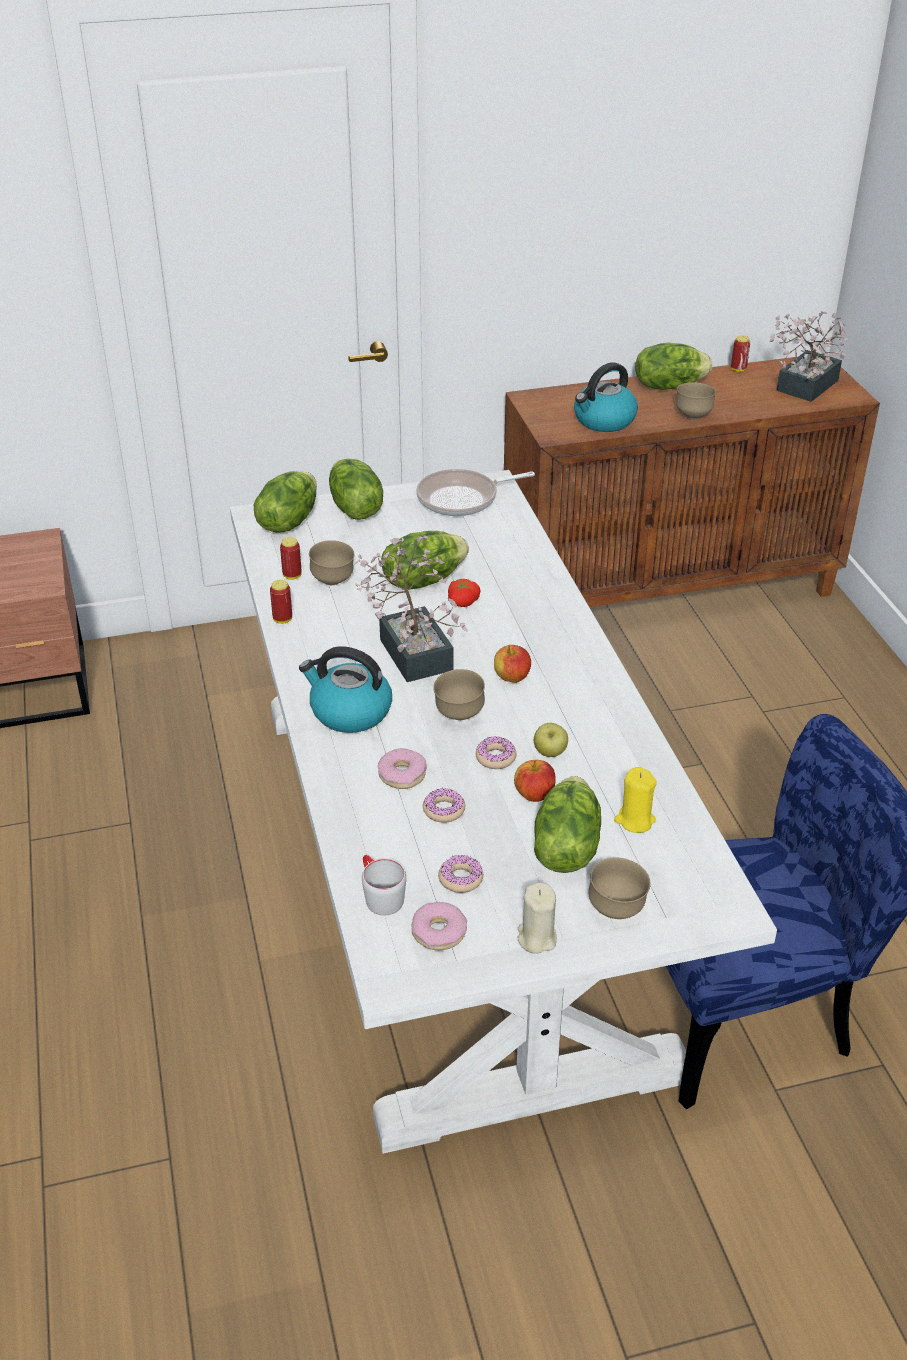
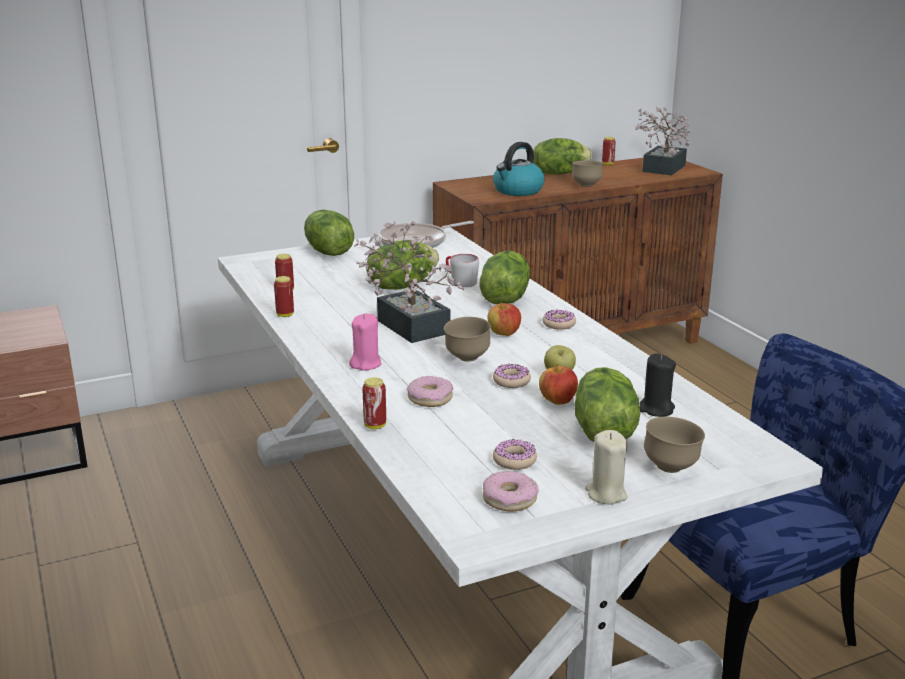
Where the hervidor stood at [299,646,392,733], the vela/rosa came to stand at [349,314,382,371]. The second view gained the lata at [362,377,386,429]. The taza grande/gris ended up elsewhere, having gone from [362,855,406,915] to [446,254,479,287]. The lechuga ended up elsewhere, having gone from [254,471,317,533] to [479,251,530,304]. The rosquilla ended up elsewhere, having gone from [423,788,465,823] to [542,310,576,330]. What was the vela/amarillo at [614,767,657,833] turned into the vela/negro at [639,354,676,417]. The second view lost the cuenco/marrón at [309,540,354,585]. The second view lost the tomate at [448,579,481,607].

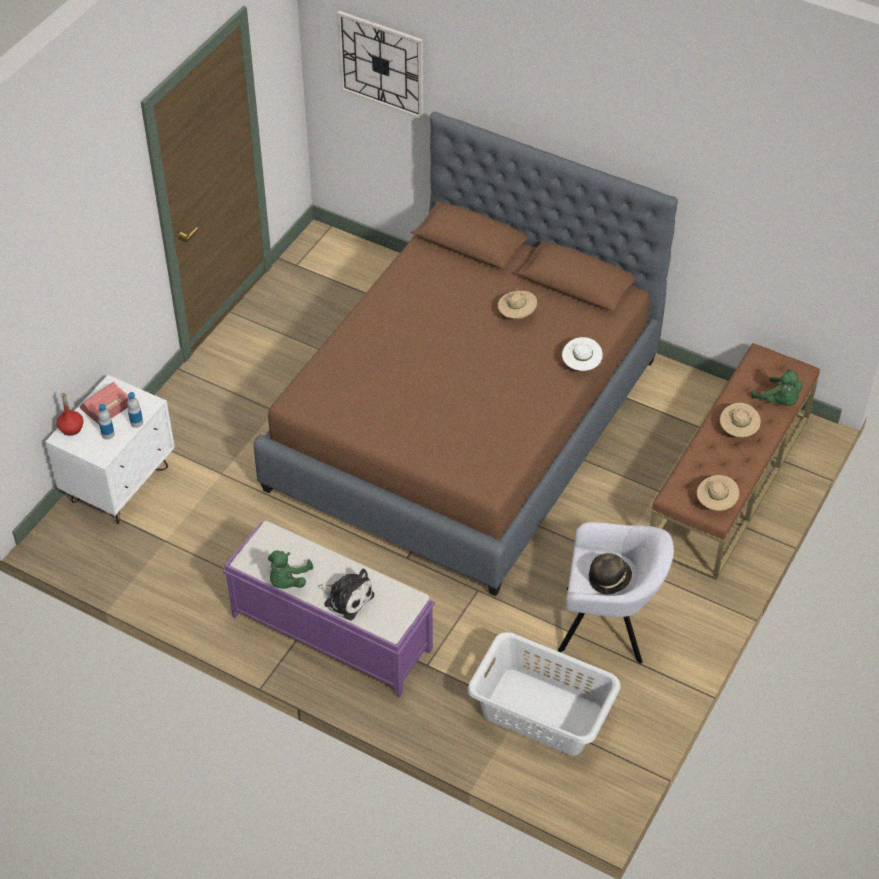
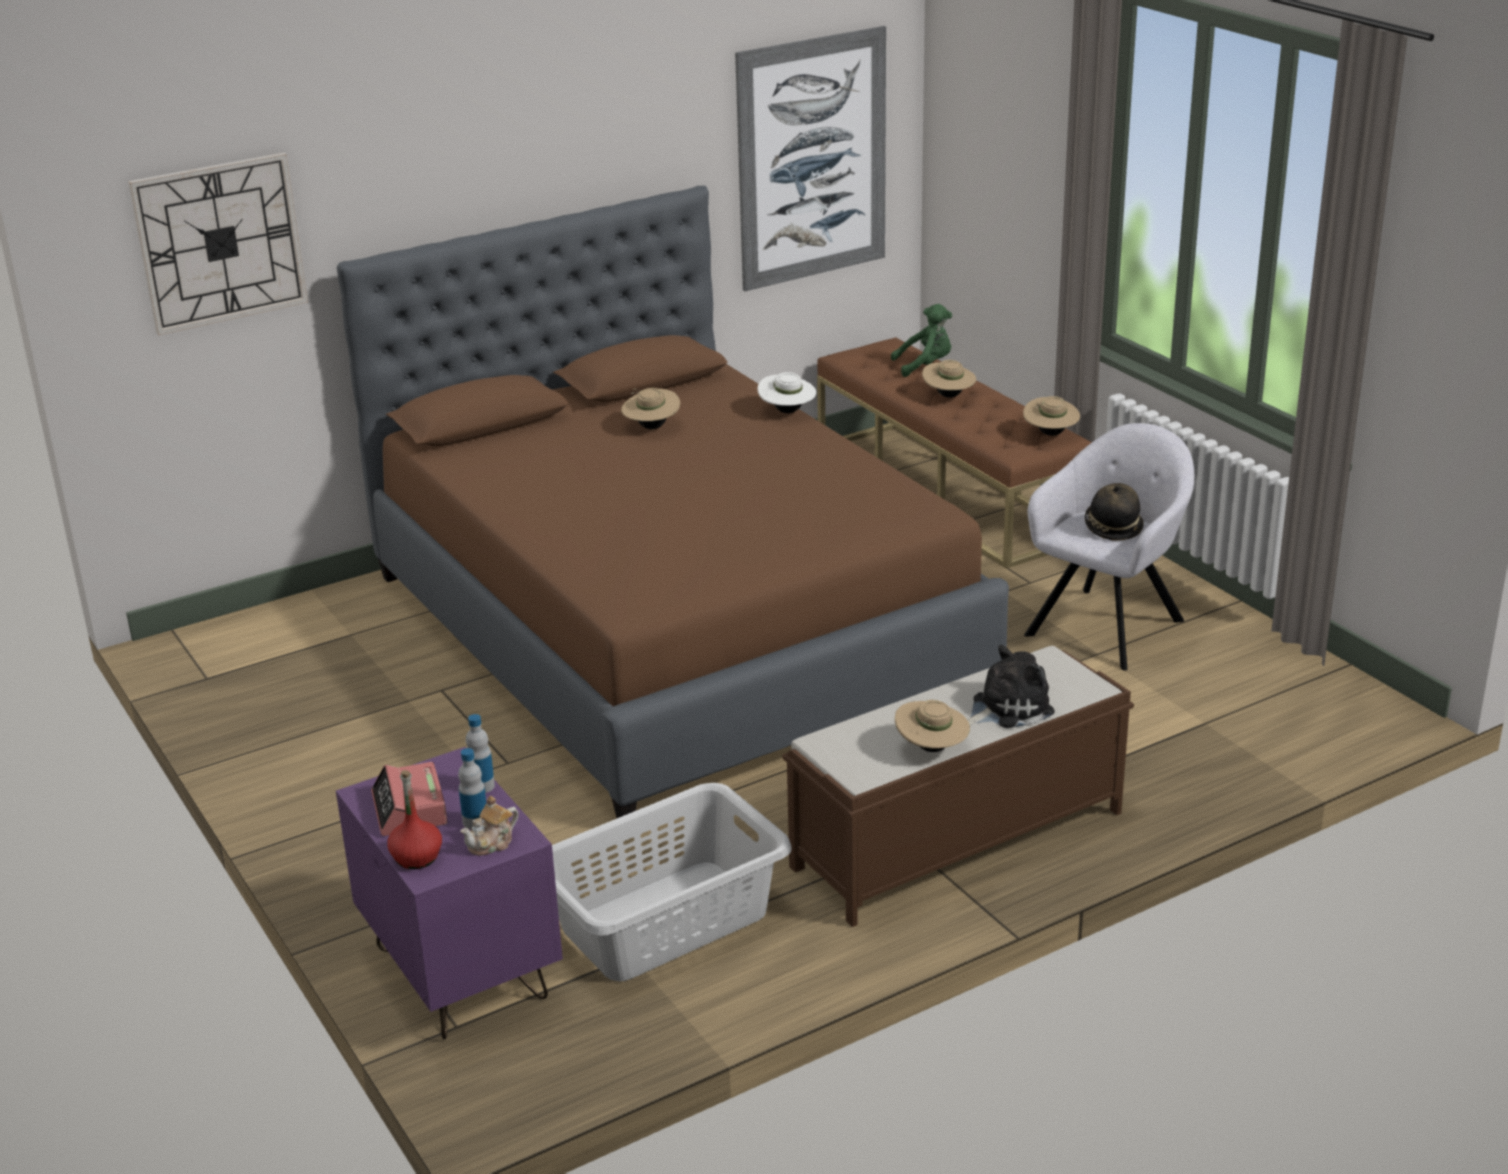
What was the mesita de noche/blanco at [45,375,175,524] turned into the mesita de noche/morado at [336,747,563,1040]. The second view gained the tetera at [460,796,519,856]. The cesto de la ropa/gris ended up elsewhere, having gone from [468,632,621,756] to [552,783,792,981]. The second view gained the cuadro at [735,26,886,291]. What was the banco/morado at [223,521,435,698] turned into the banco/marrón at [782,646,1134,927]. Where the peluche/verde stood at [268,551,313,589], the sombrero/beis came to stand at [895,700,970,752].

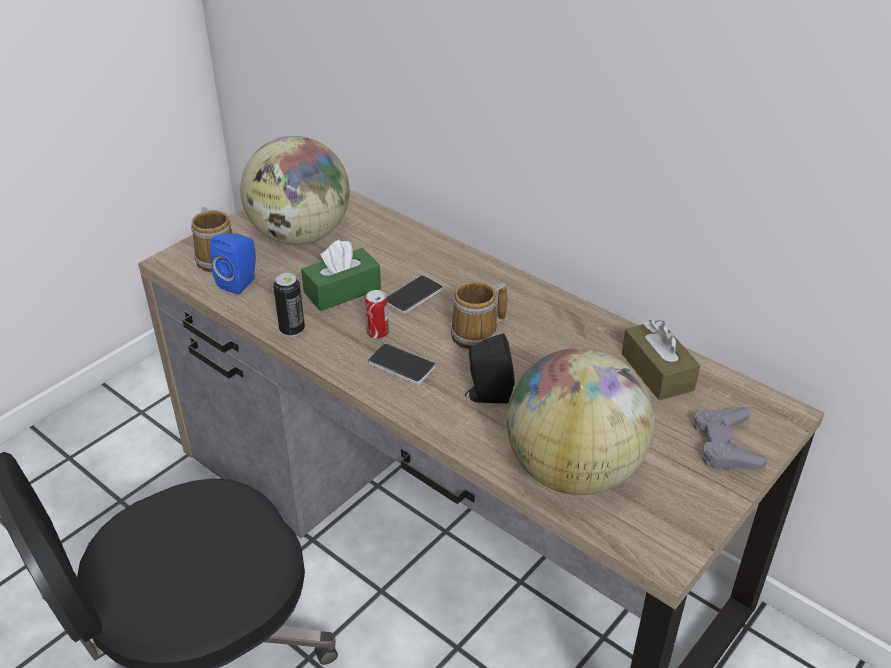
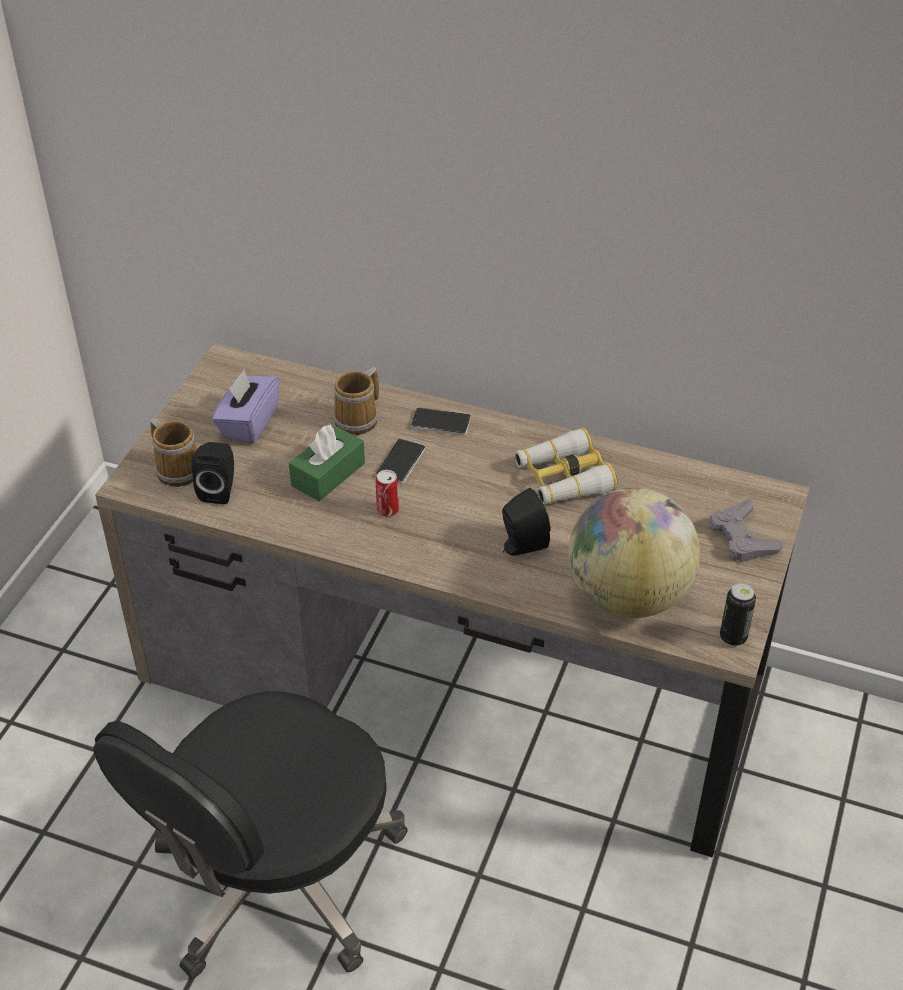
What was the altavoz/azul at [210,233,256,295] turned into the altavoz/negro at [191,442,234,504]. Where the globo terráqueo stood at [240,136,350,245], the caja de pañuelos/morado came to stand at [212,370,280,444]. The taza grande ended up elsewhere, having gone from [451,281,507,349] to [333,367,379,435]. The móvil ended up elsewhere, having gone from [368,344,436,384] to [411,408,471,436]. The second view gained the prismáticos at [515,427,617,505]. The lata ended up elsewhere, having gone from [273,273,305,337] to [720,583,756,646]. The second view lost the caja de pañuelos/marrón at [622,320,700,400].

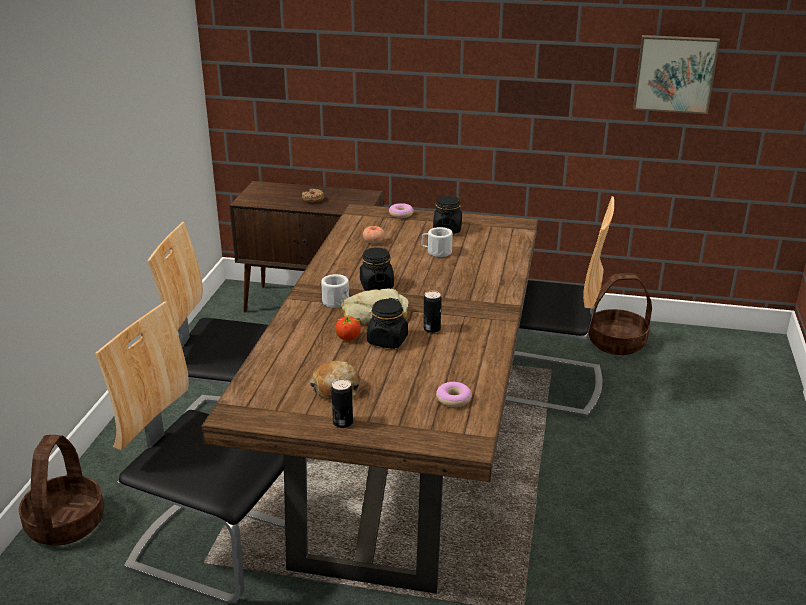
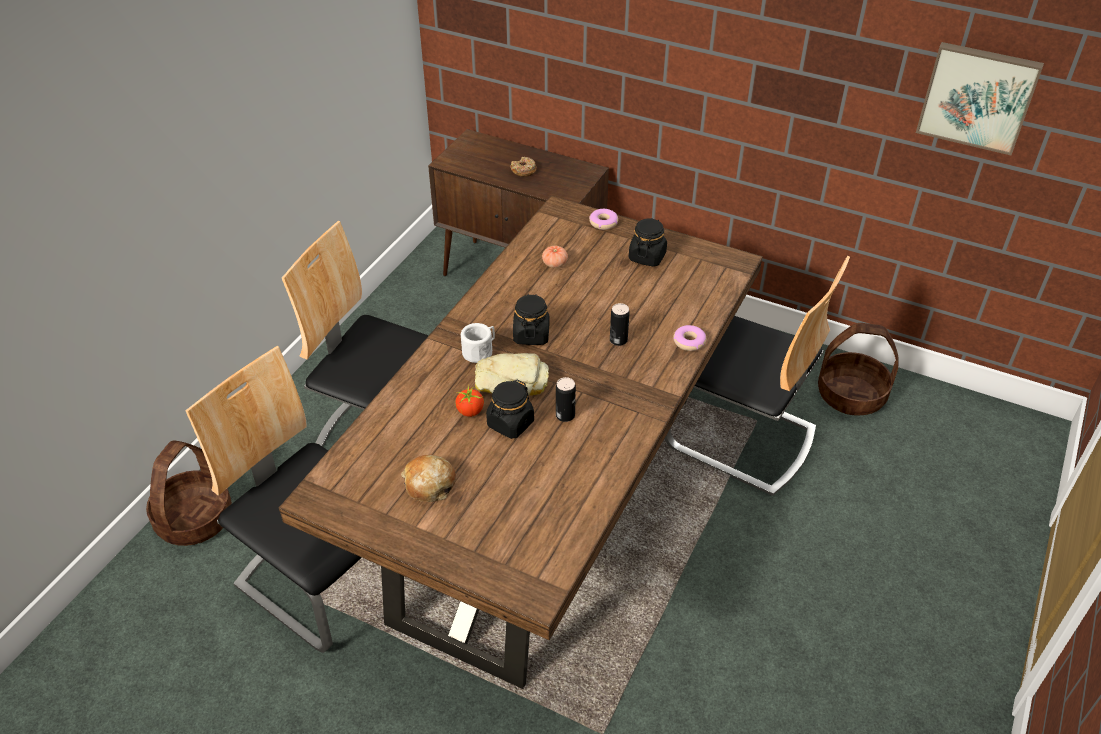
The lata ended up elsewhere, having gone from [331,379,353,428] to [610,303,630,346]. The rosquilla ended up elsewhere, having gone from [436,382,472,407] to [673,325,706,351]. The second view lost the taza grande/blanco at [422,227,453,257].

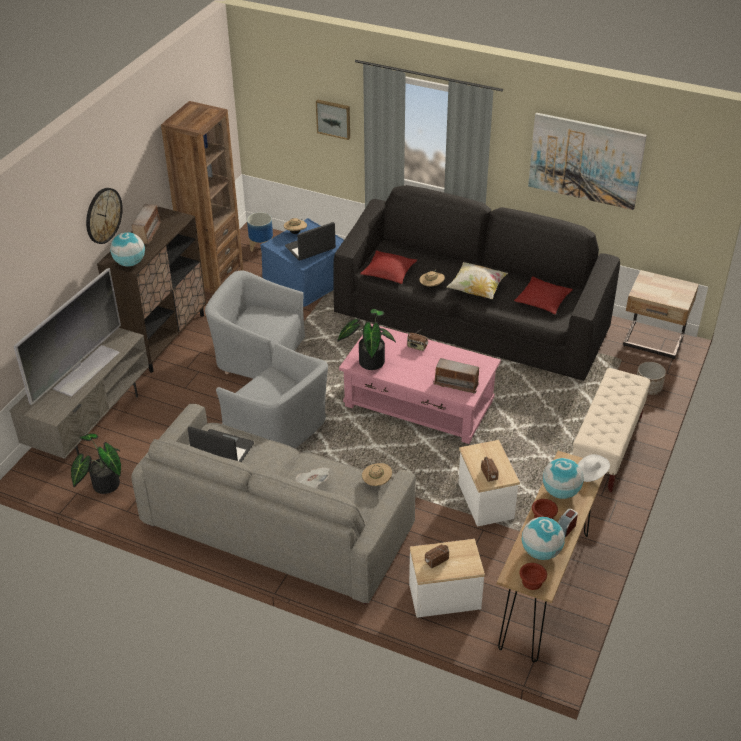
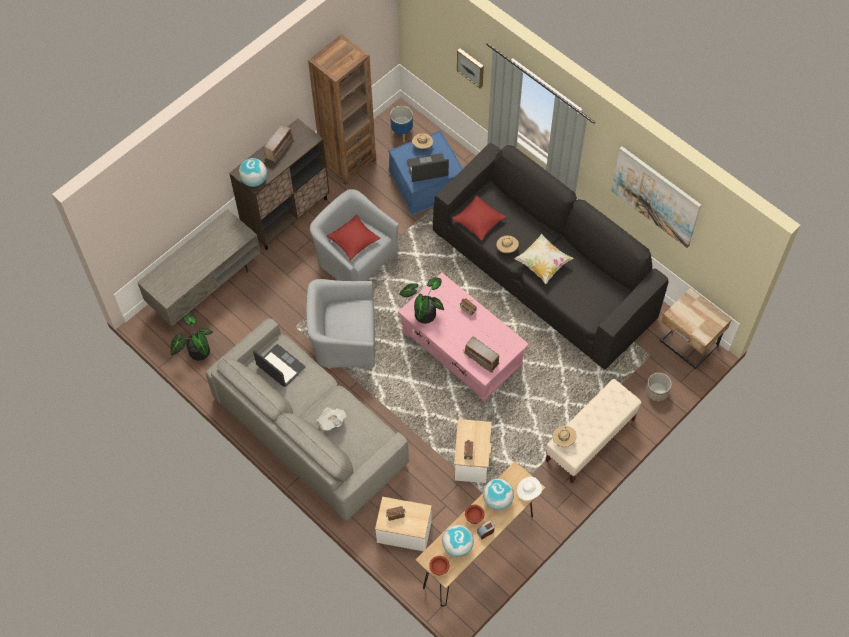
The sillón/gris at [216,343,328,448] ended up facing another way, 120 degrees clockwise from before. The cojín/rojo ended up elsewhere, having gone from [514,276,573,315] to [327,214,381,260]. The sombrero/beis ended up elsewhere, having gone from [362,462,392,486] to [552,426,576,447]. The second view lost the televisor at [14,268,121,406]. The second view lost the reloj de pared at [86,188,123,244].

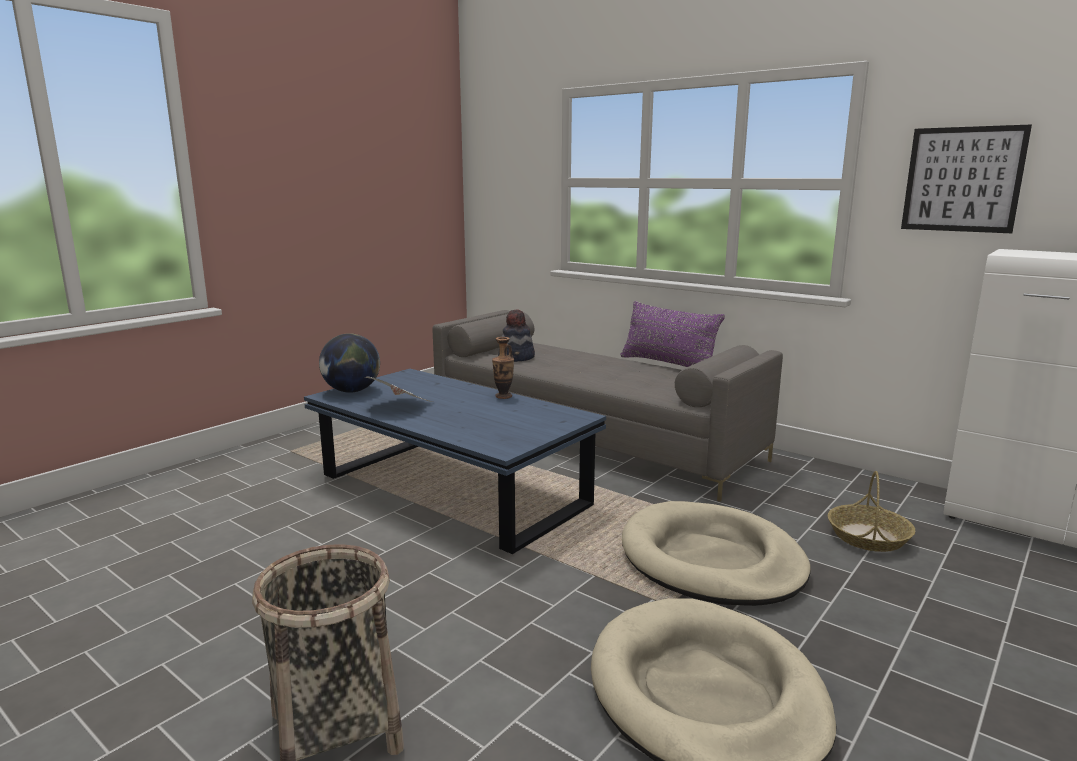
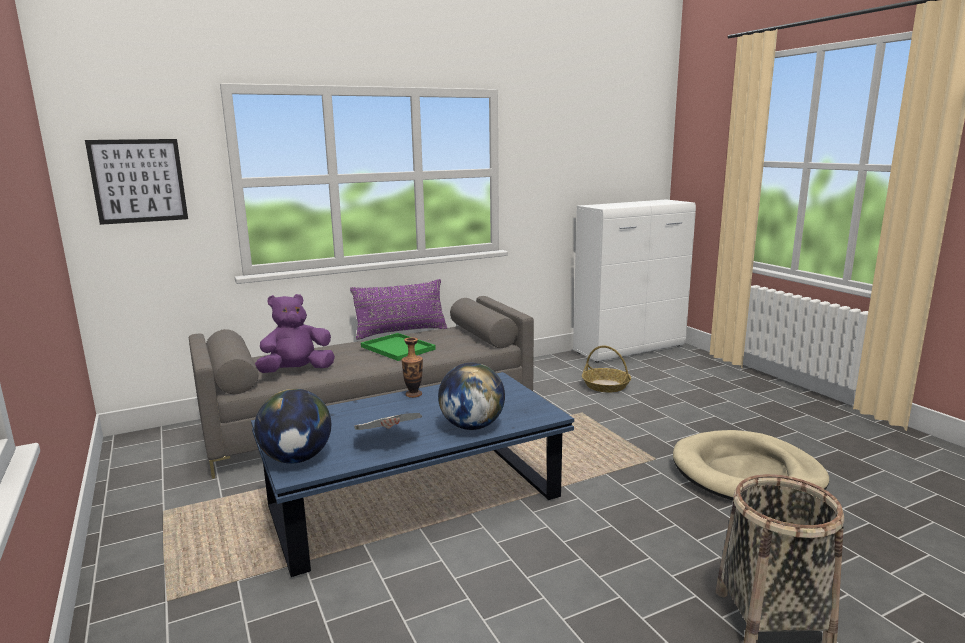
The cuadro ended up elsewhere, having gone from [901,125,1032,233] to [85,139,188,225]. Where the sombrero stood at [498,309,535,362], the peluche/morado came to stand at [255,294,335,373]. The second view gained the bandeja/verde at [361,333,436,361]. The second view gained the globo terráqueo at [438,363,505,430]. The second view lost the cama para perro/beis at [622,501,811,606].

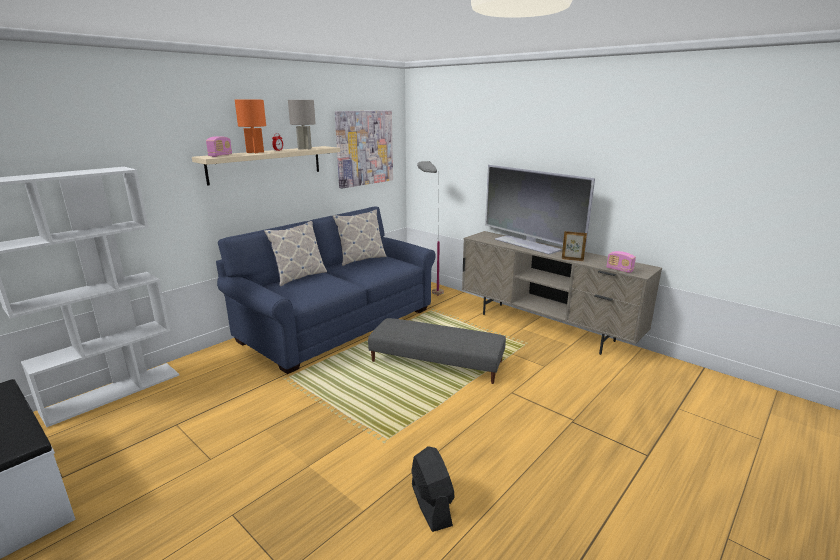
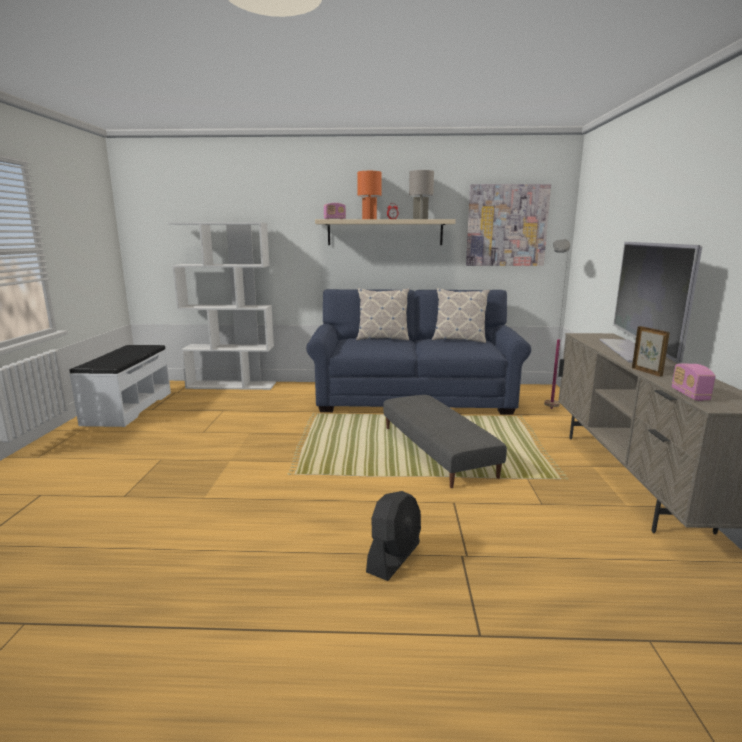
The ventilador/negro ended up elsewhere, having gone from [411,446,455,532] to [366,491,421,581].

